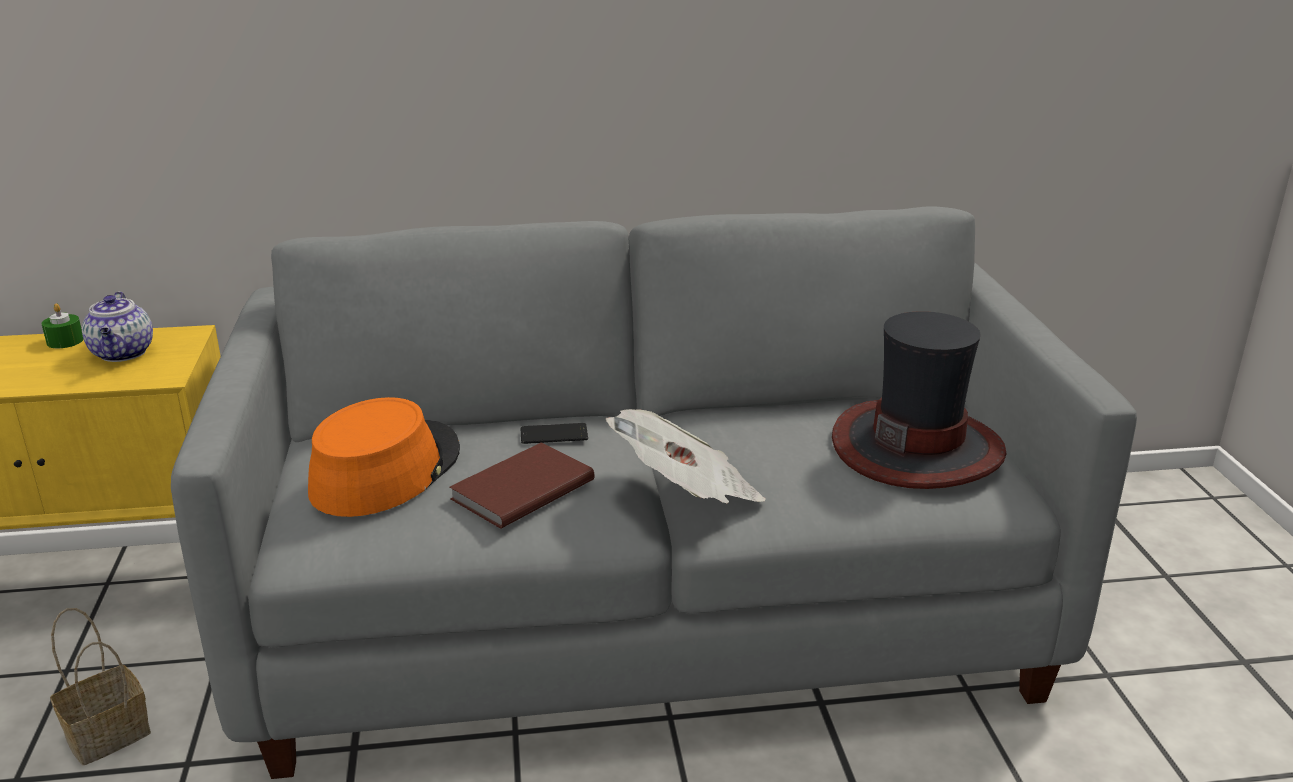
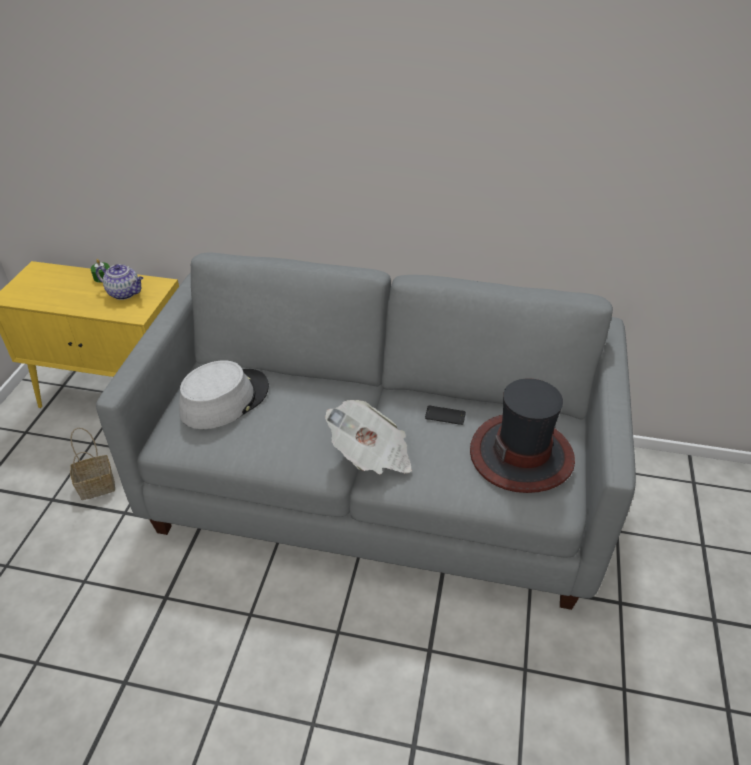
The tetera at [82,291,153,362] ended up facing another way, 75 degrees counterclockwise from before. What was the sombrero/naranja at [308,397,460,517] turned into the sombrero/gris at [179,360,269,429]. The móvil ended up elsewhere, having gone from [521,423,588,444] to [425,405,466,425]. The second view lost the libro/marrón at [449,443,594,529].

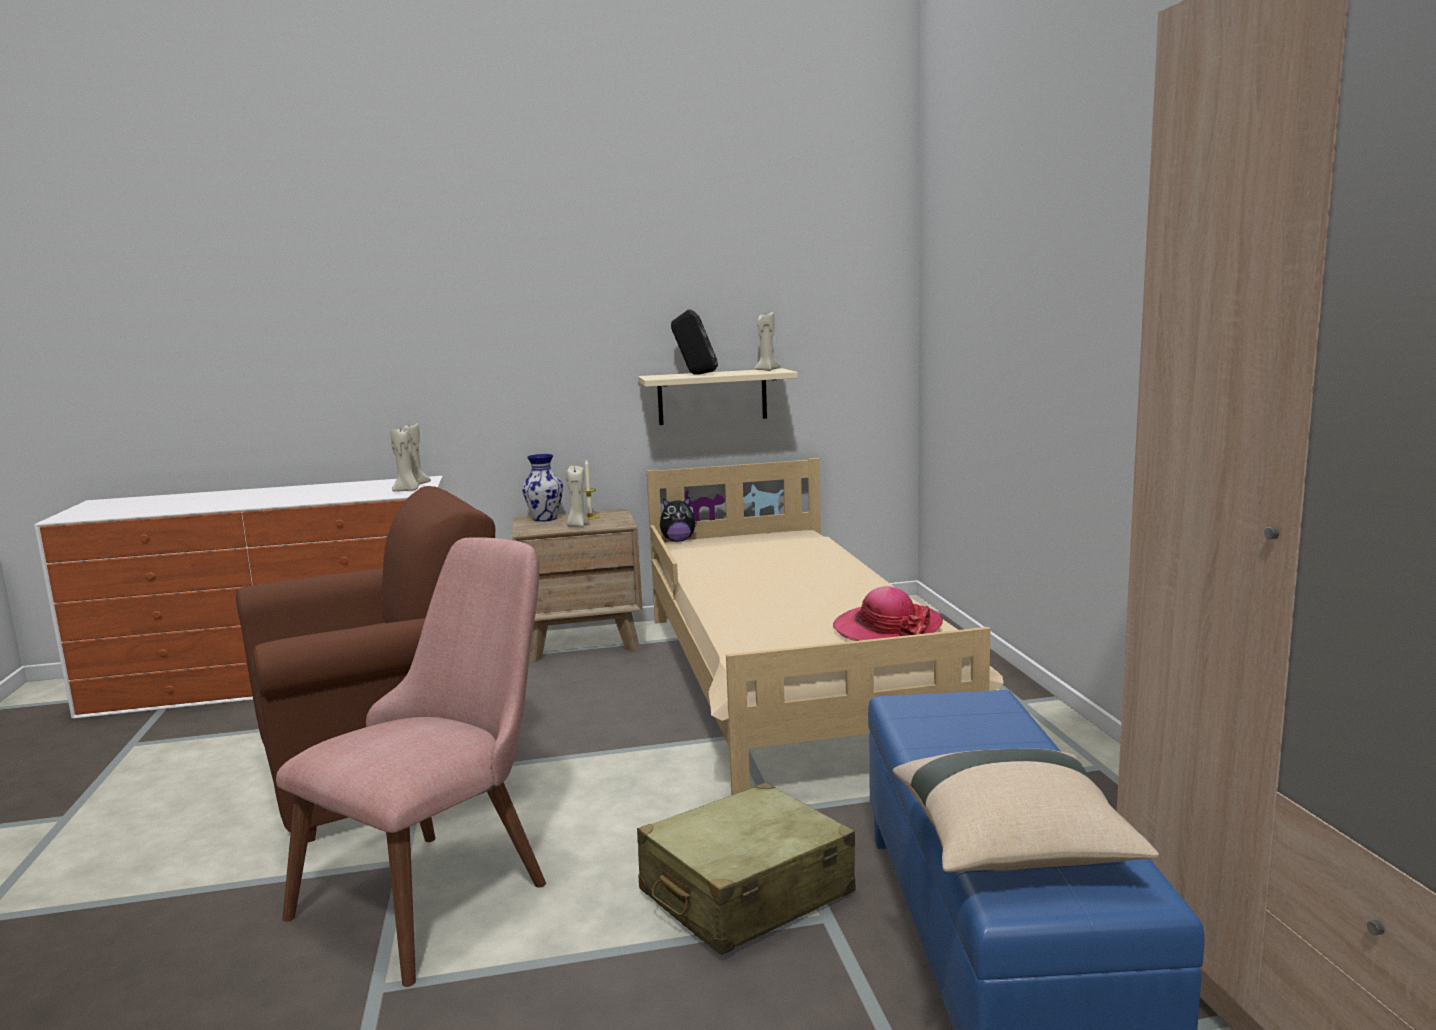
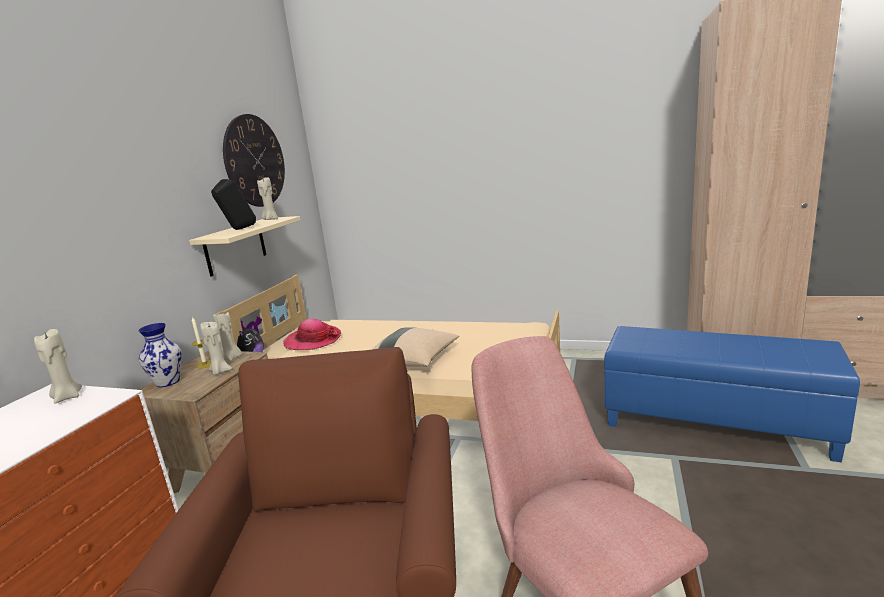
The vela/beis ended up elsewhere, having gone from [390,429,419,492] to [213,312,241,361]. The second view gained the reloj de pared at [223,114,285,207]. The sombrero ended up elsewhere, having gone from [833,586,943,641] to [283,319,341,350]. The cojín/beis ended up elsewhere, having gone from [893,749,1159,872] to [371,327,459,367]. The second view lost the maleta/beis at [637,782,855,955].

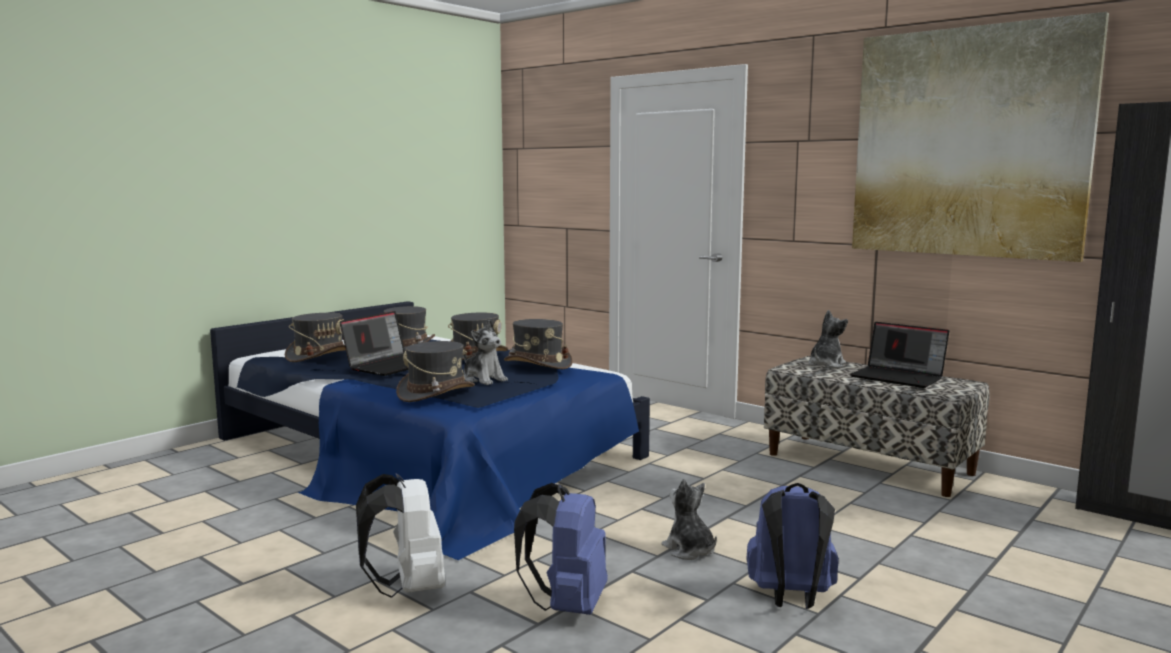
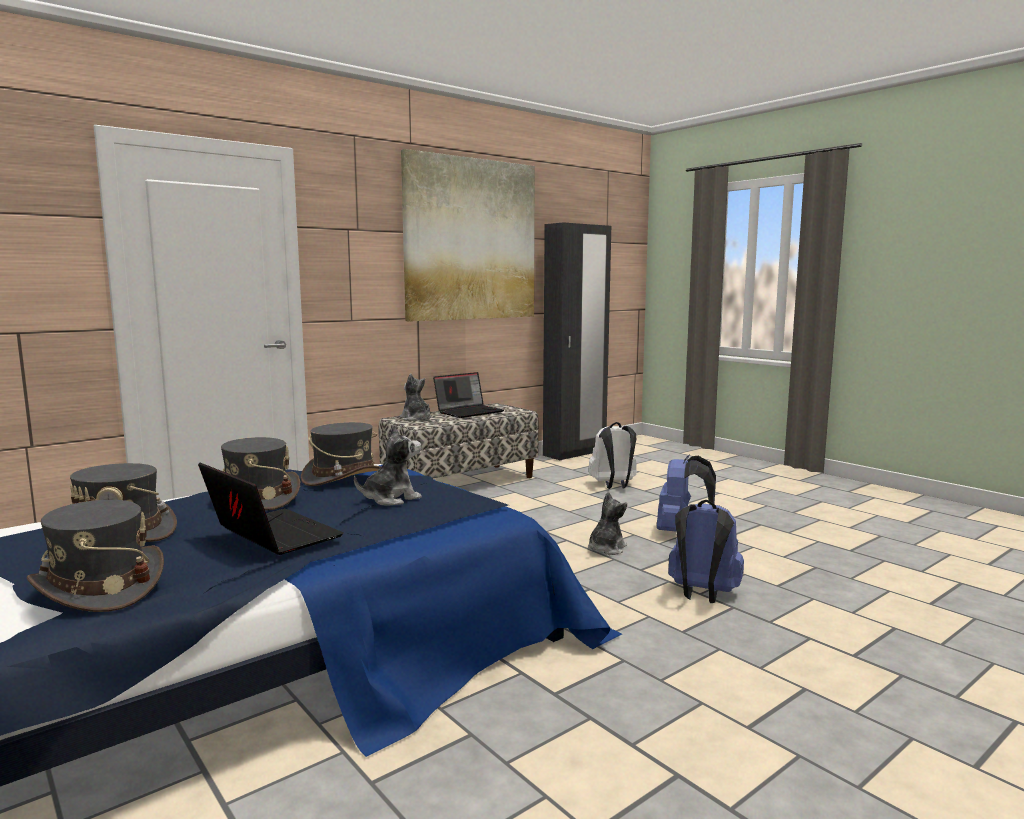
The peluche at [662,479,717,560] ended up facing another way, 150 degrees clockwise from before. The mochila/blanco ended up elsewhere, having gone from [356,473,445,598] to [589,422,637,489]. The second view lost the sombrero/gris at [396,341,475,402].

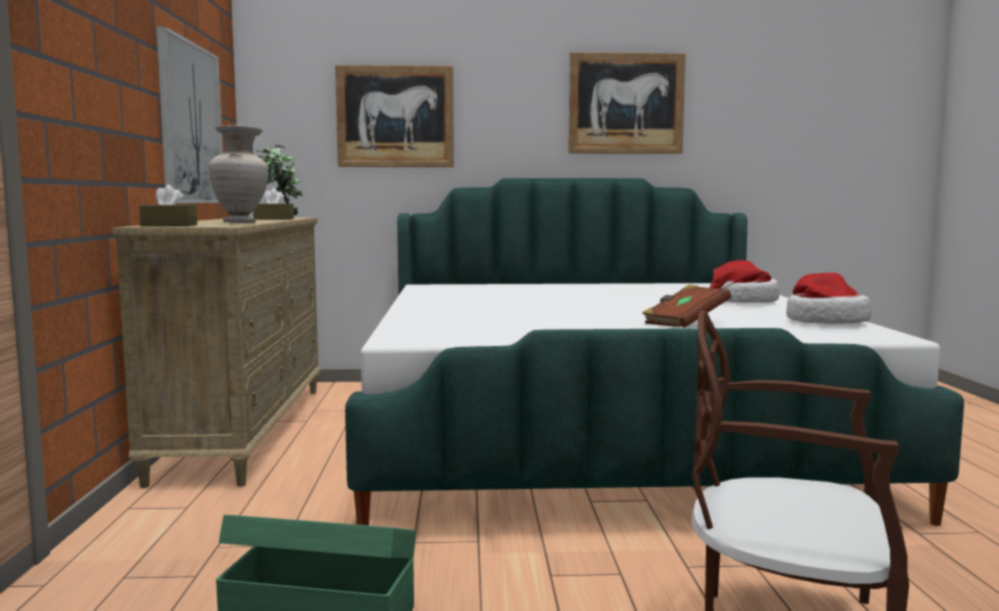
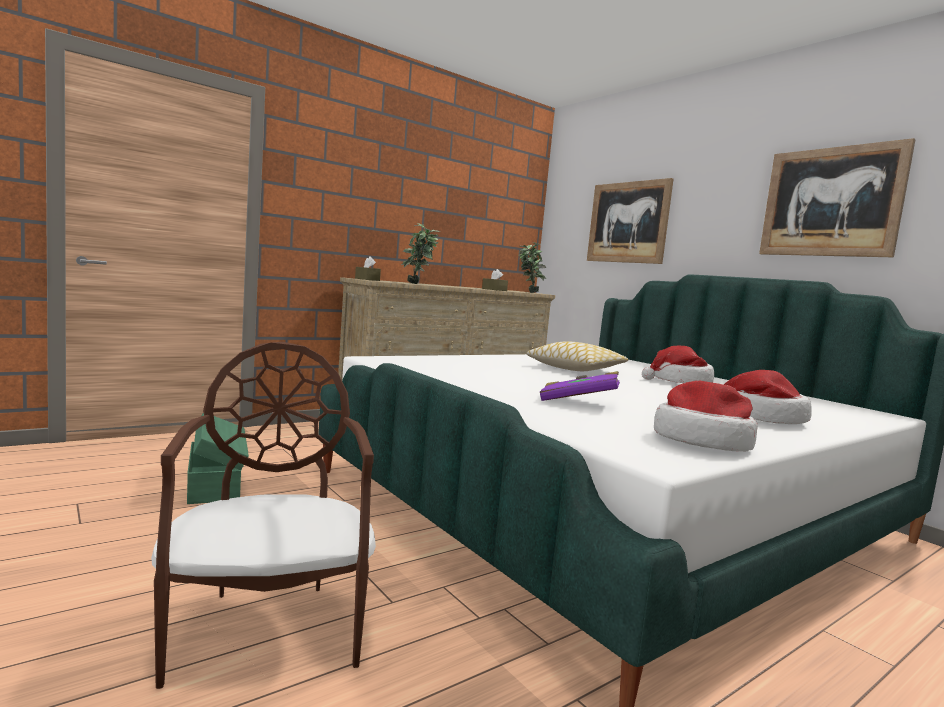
Where the florero/beis stood at [209,125,268,223], the planta en maceta came to stand at [401,223,440,284]. The second view gained the cojín at [526,341,628,371]. What was the libro/marrón at [642,284,731,328] turned into the libro/morado at [540,371,620,401]. The second view gained the sombrero at [642,346,714,383]. The second view lost the cuadro at [156,26,223,204].

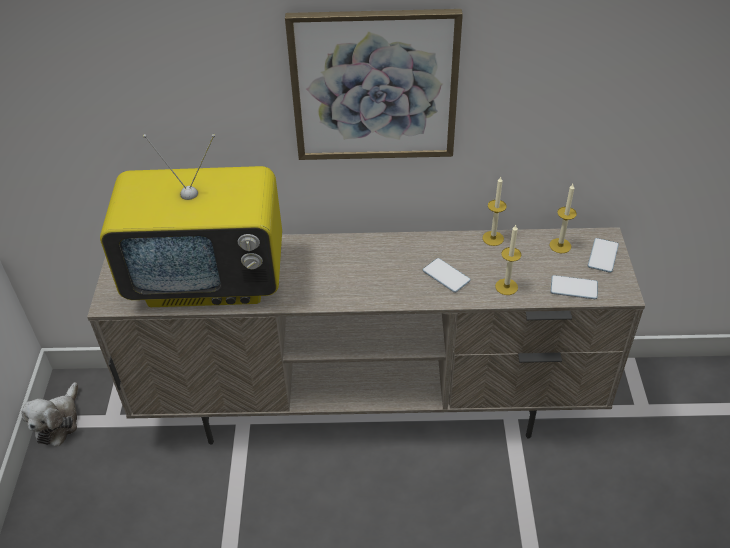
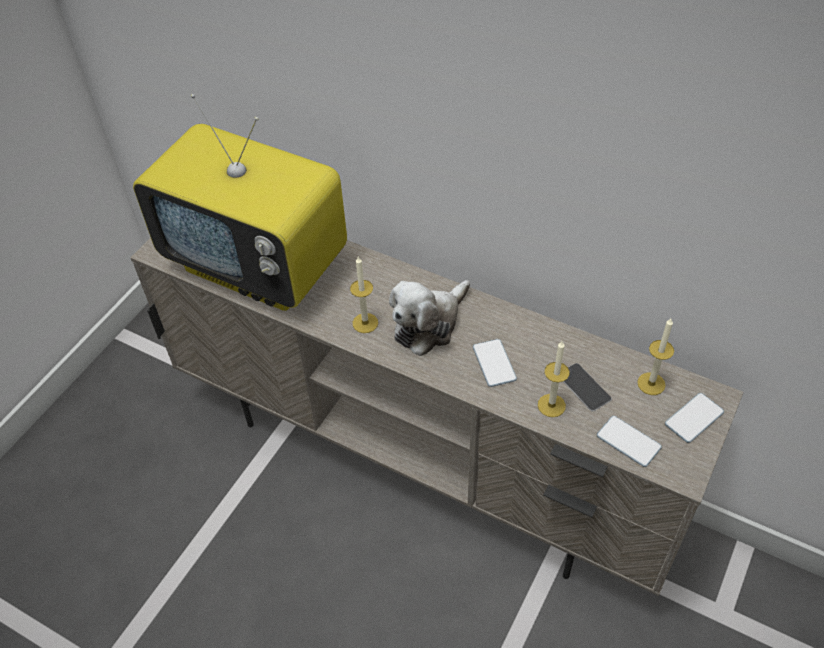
The vela ended up elsewhere, having gone from [482,177,507,246] to [350,257,378,333]. The peluche ended up elsewhere, having gone from [21,382,78,446] to [389,280,470,356]. The second view gained the móvil at [563,363,612,412]. The second view lost the cuadro at [285,9,463,160].

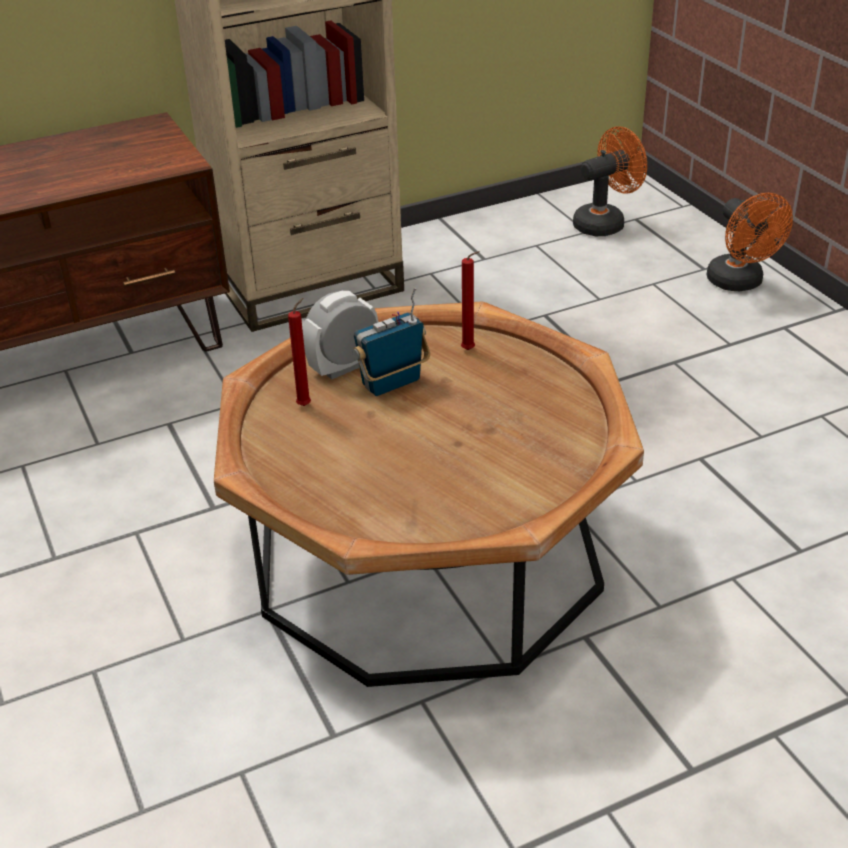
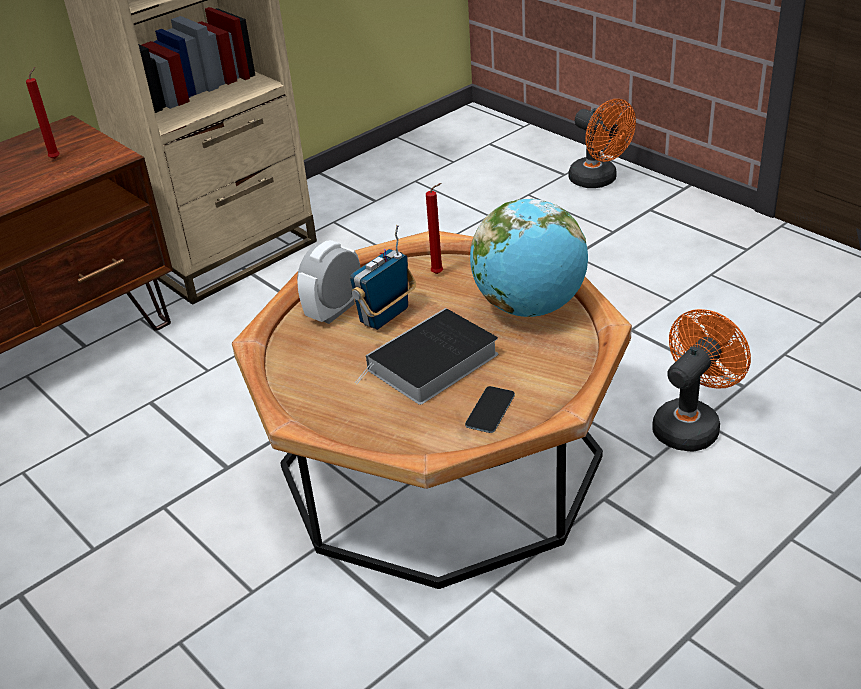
The vela/rojo ended up elsewhere, having gone from [288,298,311,406] to [26,67,59,159]. The second view gained the libro at [355,308,498,405]. The second view gained the móvil at [465,386,515,433]. The second view gained the globo terráqueo at [470,199,588,317]. The ventilador/naranja ended up elsewhere, having gone from [573,126,647,236] to [652,309,751,451].

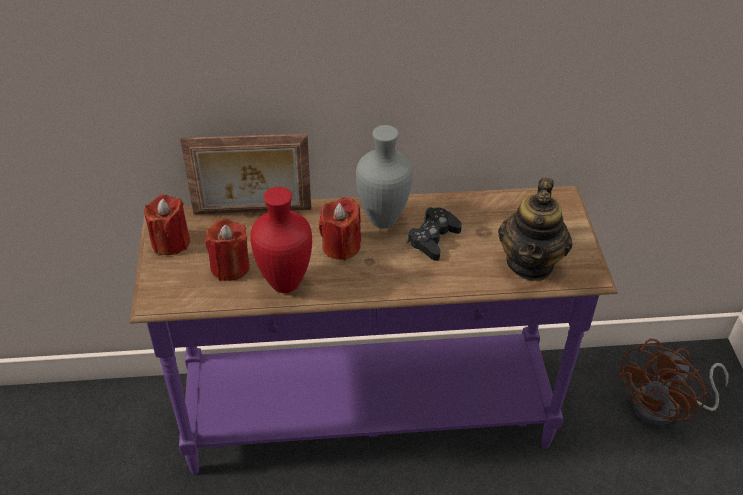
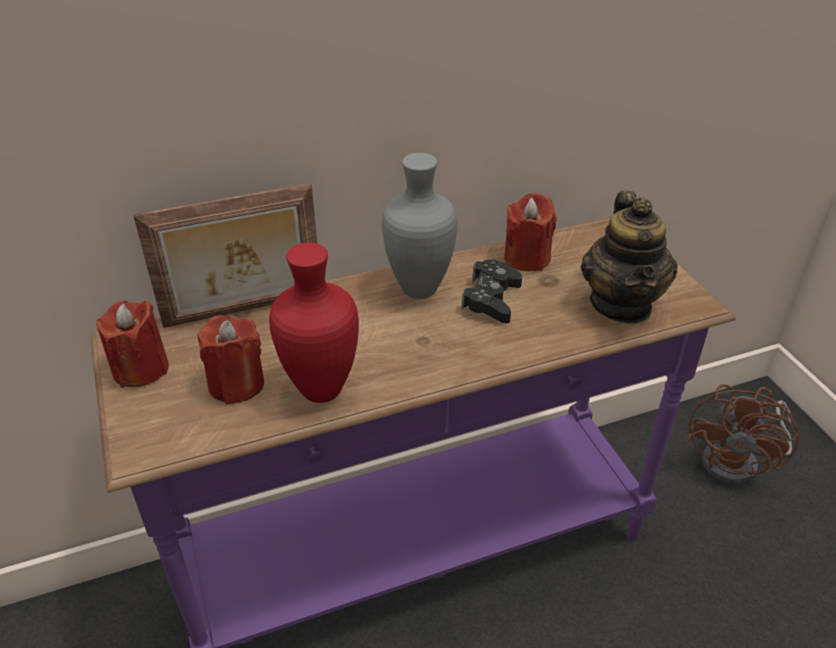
The vela/rojo ended up elsewhere, having gone from [319,197,361,261] to [504,193,557,271].

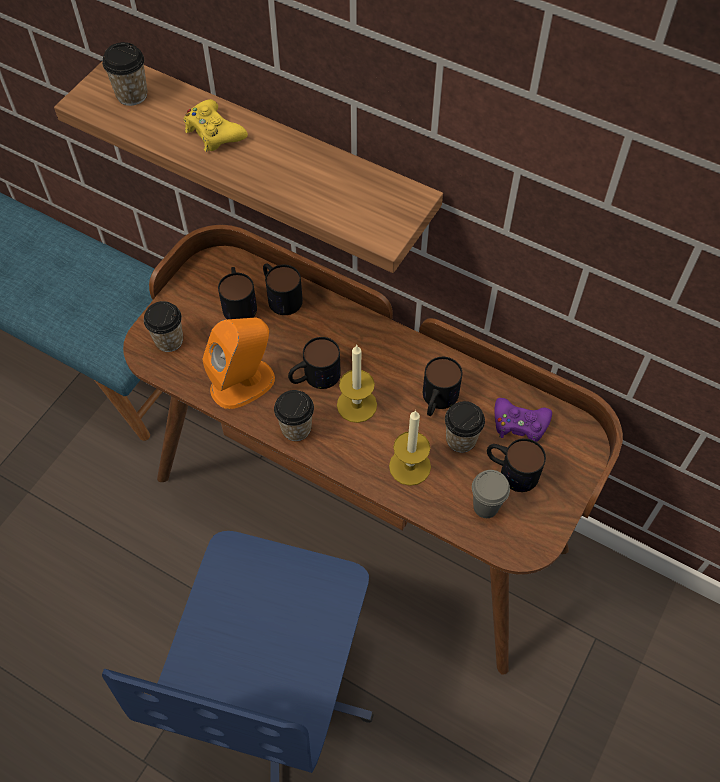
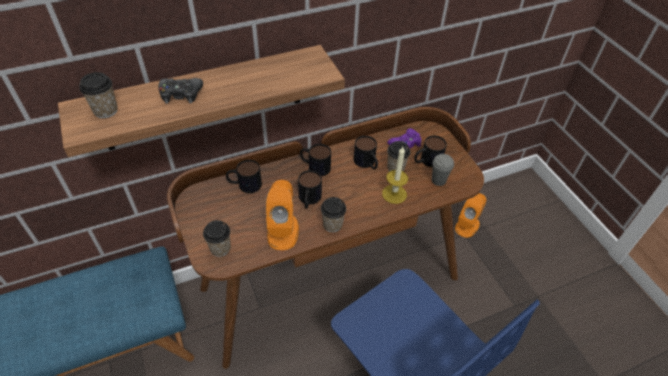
What was the mando de consola/amarillo at [184,99,248,152] turned into the mando de consola/negro at [159,78,203,104]. The taza grande ended up elsewhere, having gone from [218,267,257,319] to [300,144,331,176]. The second view gained the altavoz/naranja at [455,193,486,238]. The second view lost the vela at [337,344,377,423].

